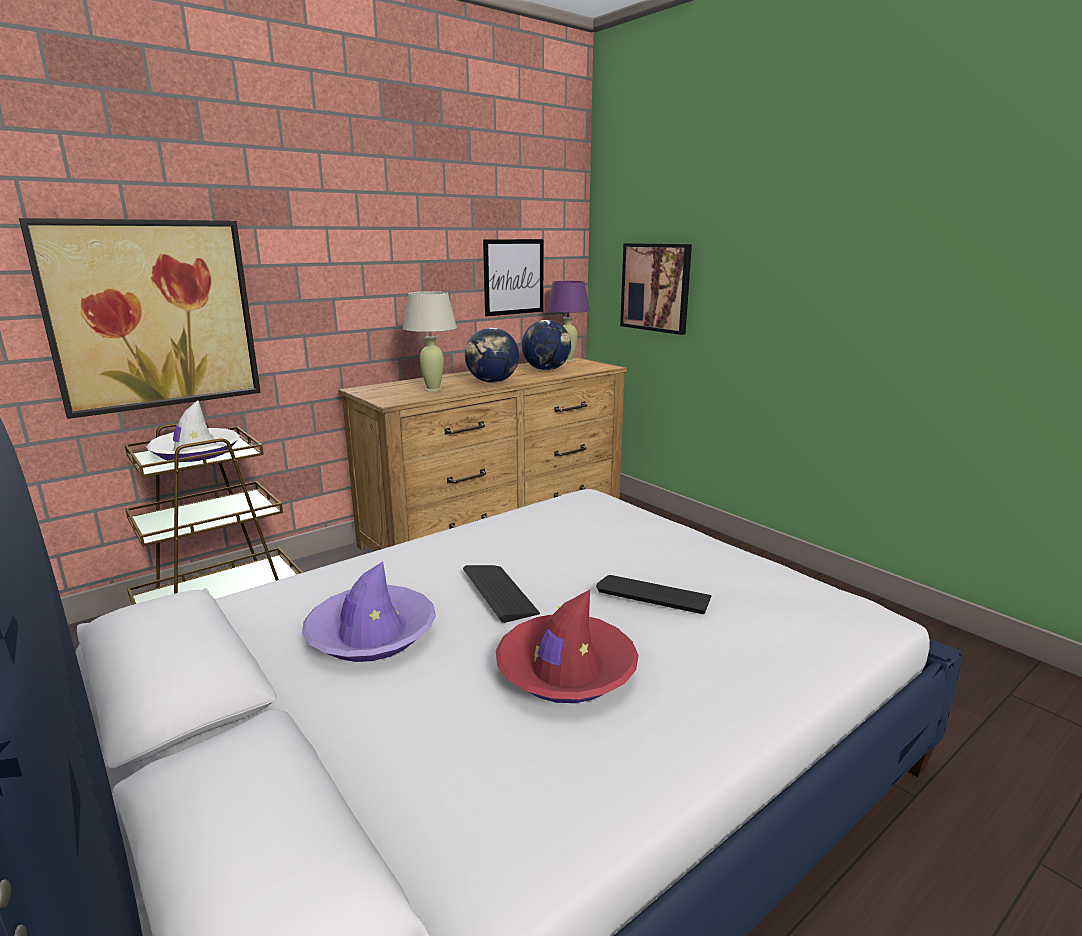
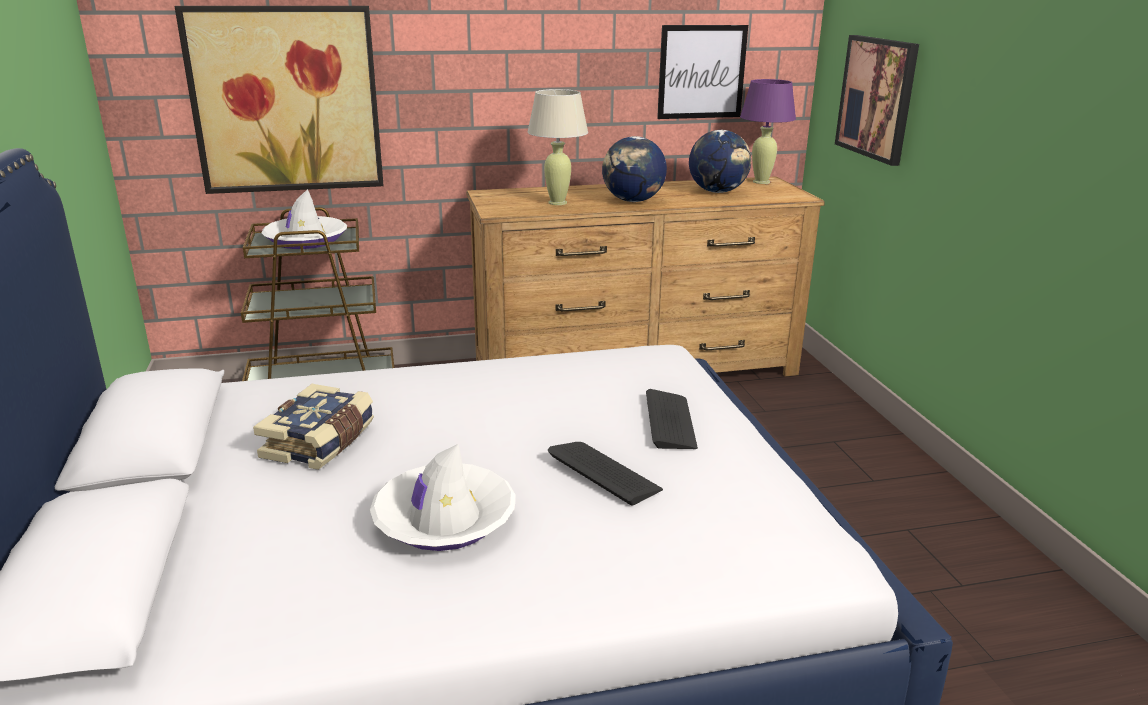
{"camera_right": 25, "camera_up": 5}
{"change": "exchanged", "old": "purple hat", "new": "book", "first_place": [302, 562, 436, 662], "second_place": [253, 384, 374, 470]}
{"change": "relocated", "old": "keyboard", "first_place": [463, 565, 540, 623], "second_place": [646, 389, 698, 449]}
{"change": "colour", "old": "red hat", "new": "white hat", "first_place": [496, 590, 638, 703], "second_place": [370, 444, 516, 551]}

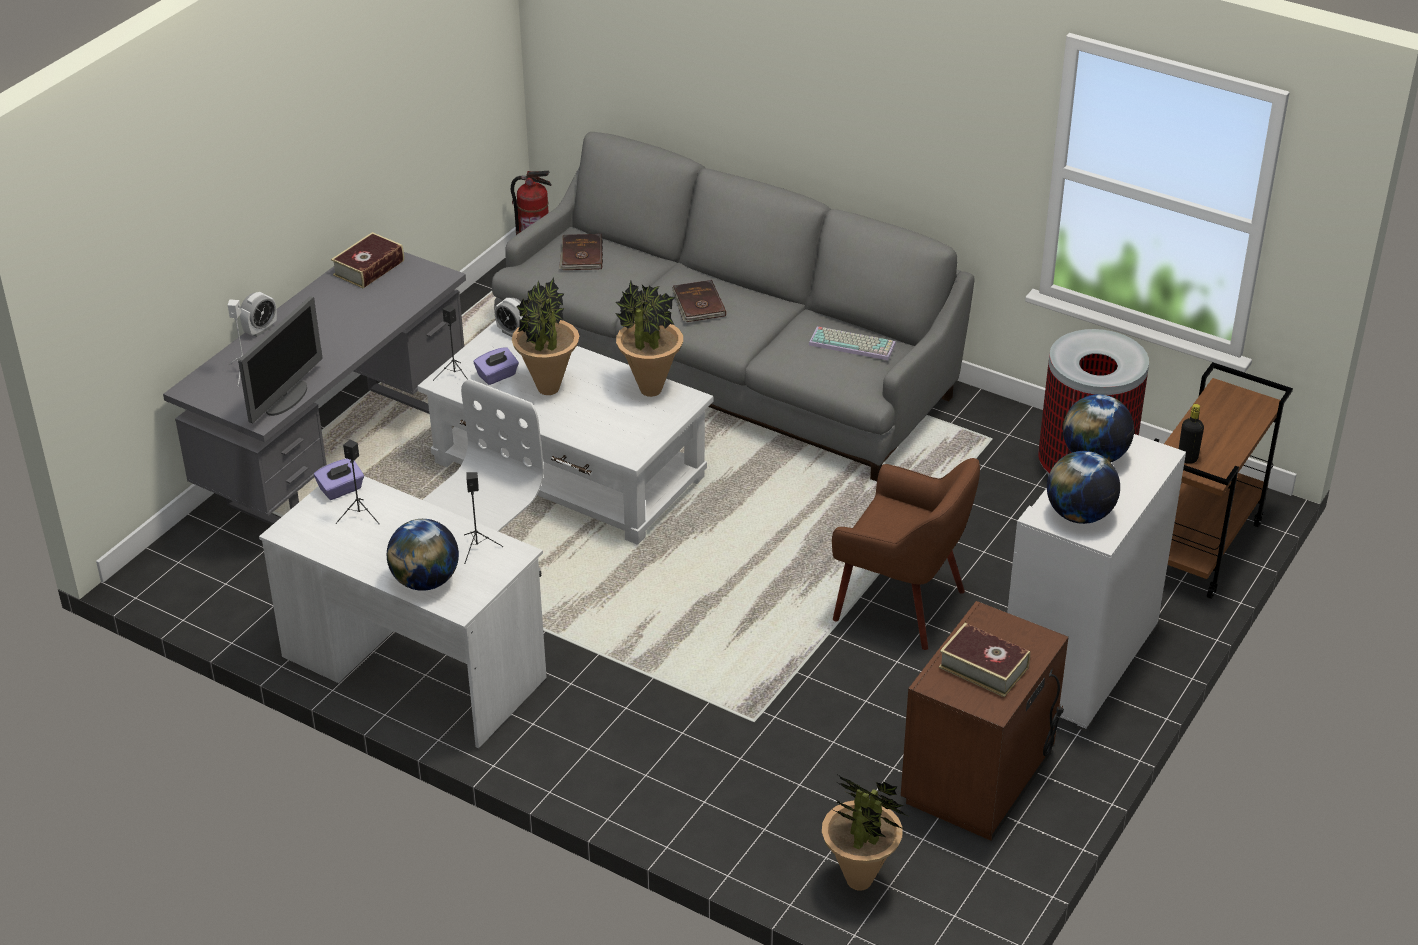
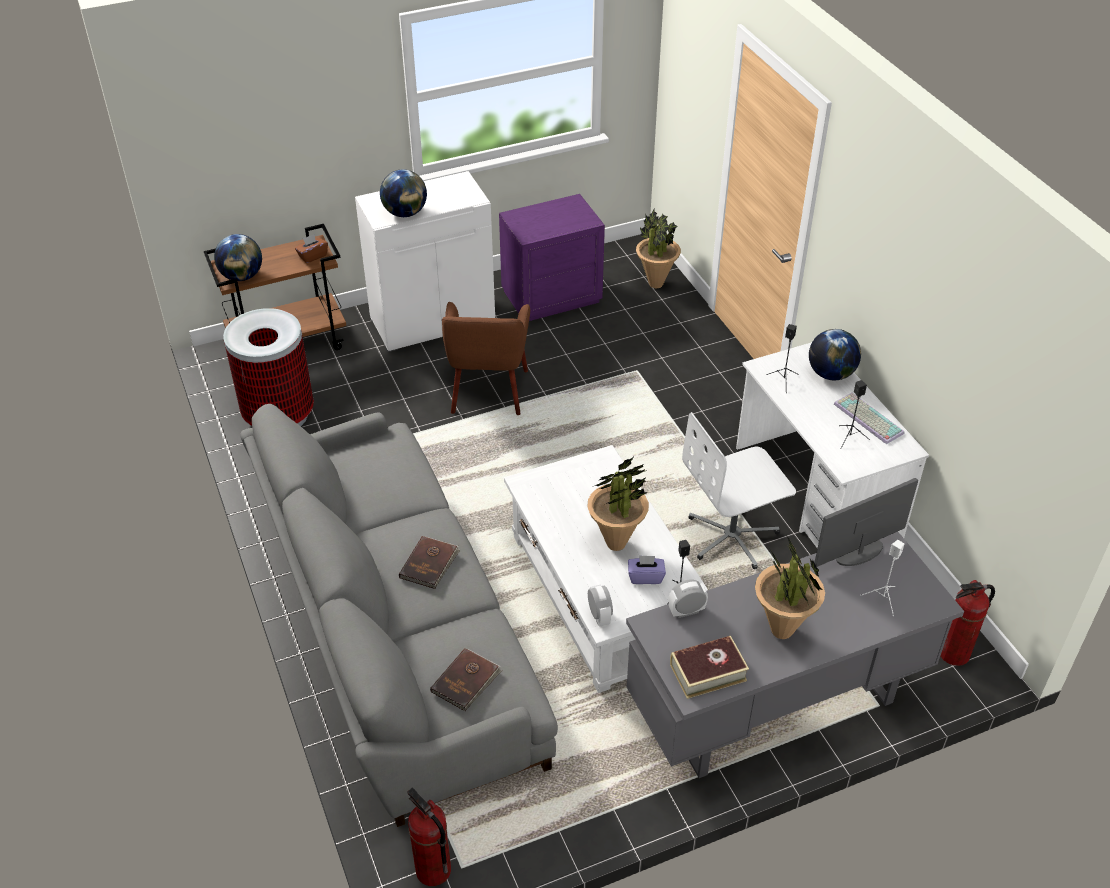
{"camera_right": -145, "camera_up": 5}
{"change": "relocated", "old": "potted plant", "first_place": [615, 281, 683, 397], "second_place": [755, 535, 825, 639]}
{"change": "relocated", "old": "alarm clock", "first_place": [240, 292, 277, 337], "second_place": [668, 579, 708, 618]}
{"change": "relocated", "old": "keyboard", "first_place": [809, 327, 896, 360], "second_place": [834, 393, 904, 444]}
{"change": "exchanged", "old": "black bottle", "new": "brown tissue box", "first_place": [1179, 404, 1204, 464], "second_place": [295, 234, 328, 263]}
{"change": "relocated", "old": "globe", "first_place": [1047, 451, 1120, 524], "second_place": [214, 234, 262, 281]}
{"change": "missing", "old": "purple tissue box", "first_place": [314, 458, 364, 500]}
{"change": "spun", "old": "brown armchair", "first_place": [832, 458, 980, 650], "second_place": [442, 302, 530, 415], "degrees": -150}
{"change": "colour", "old": "brown nightstand", "new": "purple nightstand", "first_place": [901, 601, 1069, 841], "second_place": [499, 194, 605, 321]}
{"change": "missing", "old": "book", "first_place": [939, 623, 1030, 697]}
{"change": "appeared", "new": "fire extinguisher", "second_place": [940, 580, 995, 666]}

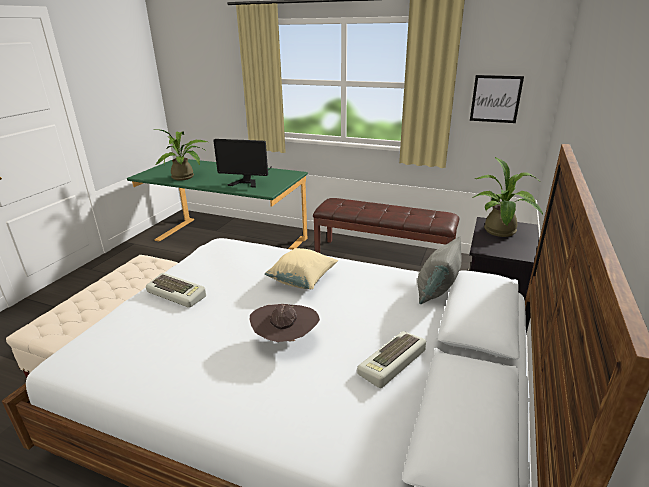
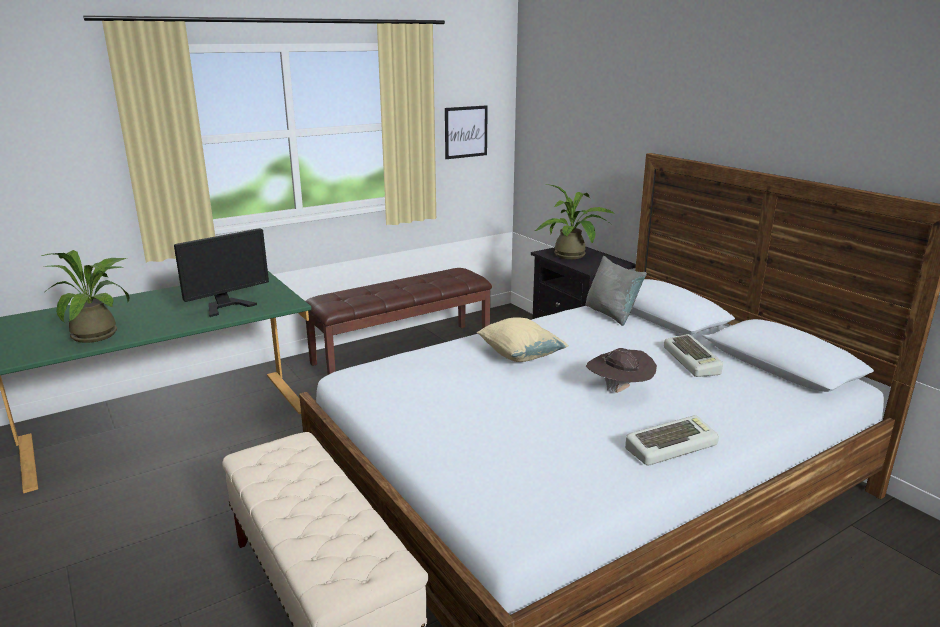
{"camera_right": -55, "camera_up": -5}
{"change": "relocated", "old": "keyboard", "first_place": [146, 273, 206, 308], "second_place": [625, 415, 719, 465]}

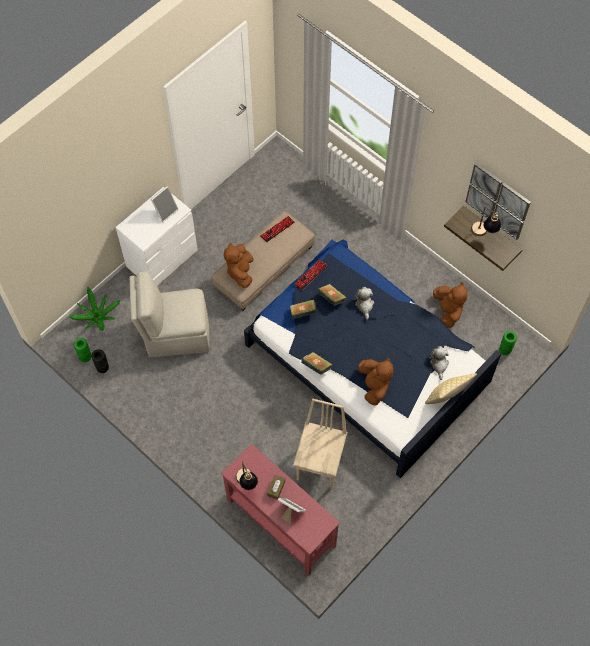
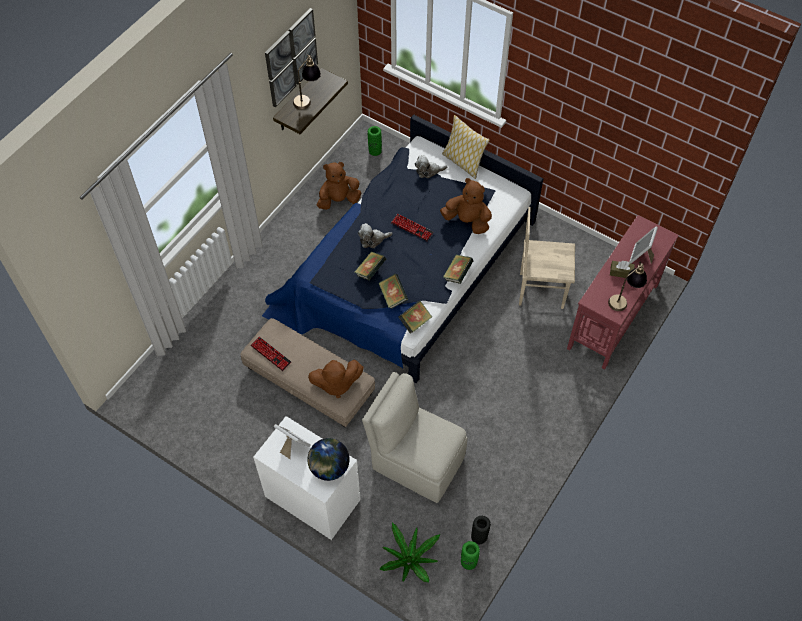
{"camera_right": -100, "camera_up": -5}
{"change": "relocated", "old": "keyboard", "first_place": [294, 260, 328, 290], "second_place": [391, 214, 434, 241]}
{"change": "spun", "old": "beige chair", "first_place": [129, 271, 209, 357], "second_place": [362, 372, 467, 503], "degrees": 135}
{"change": "spun", "old": "brown plush toy", "first_place": [358, 357, 393, 406], "second_place": [440, 178, 492, 234], "degrees": 45}
{"change": "appeared", "new": "book", "second_place": [398, 301, 432, 334]}
{"change": "appeared", "new": "globe", "second_place": [307, 438, 350, 481]}

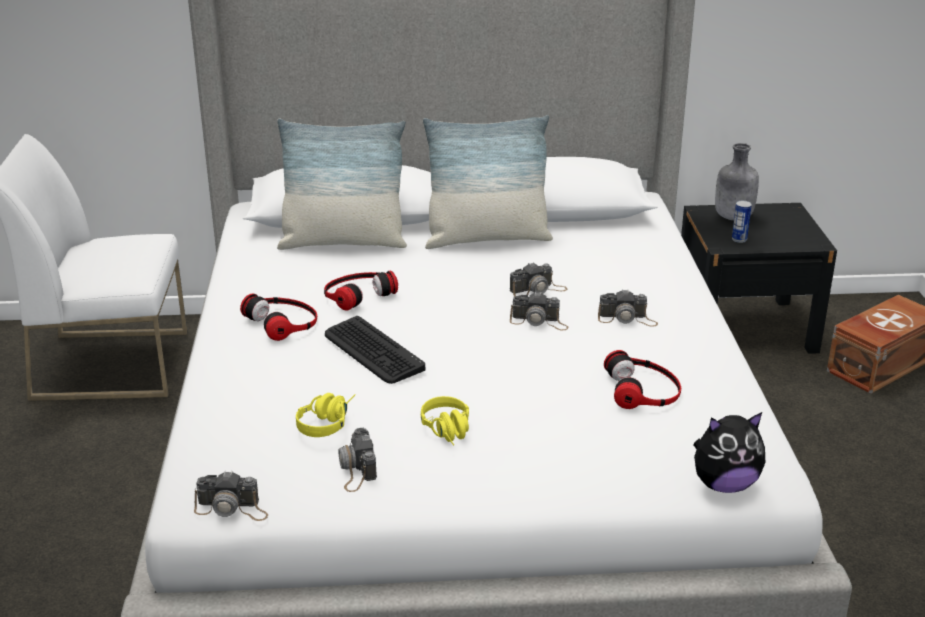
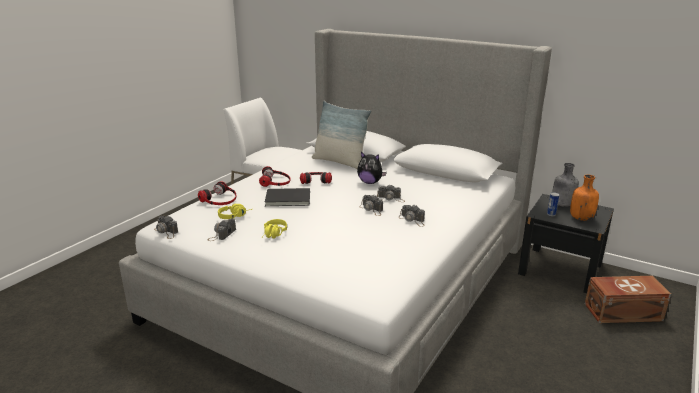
{"camera_right": 35, "camera_up": -5}
{"change": "missing", "old": "pillow", "first_place": [423, 115, 553, 249]}
{"change": "exchanged", "old": "keyboard", "new": "black book", "first_place": [325, 316, 425, 384], "second_place": [265, 188, 310, 206]}
{"change": "relocated", "old": "headphones", "first_place": [604, 350, 681, 409], "second_place": [198, 181, 236, 205]}
{"change": "relocated", "old": "plush toy", "first_place": [694, 412, 765, 493], "second_place": [357, 152, 387, 184]}
{"change": "appeared", "new": "orange bottle", "second_place": [570, 175, 599, 221]}

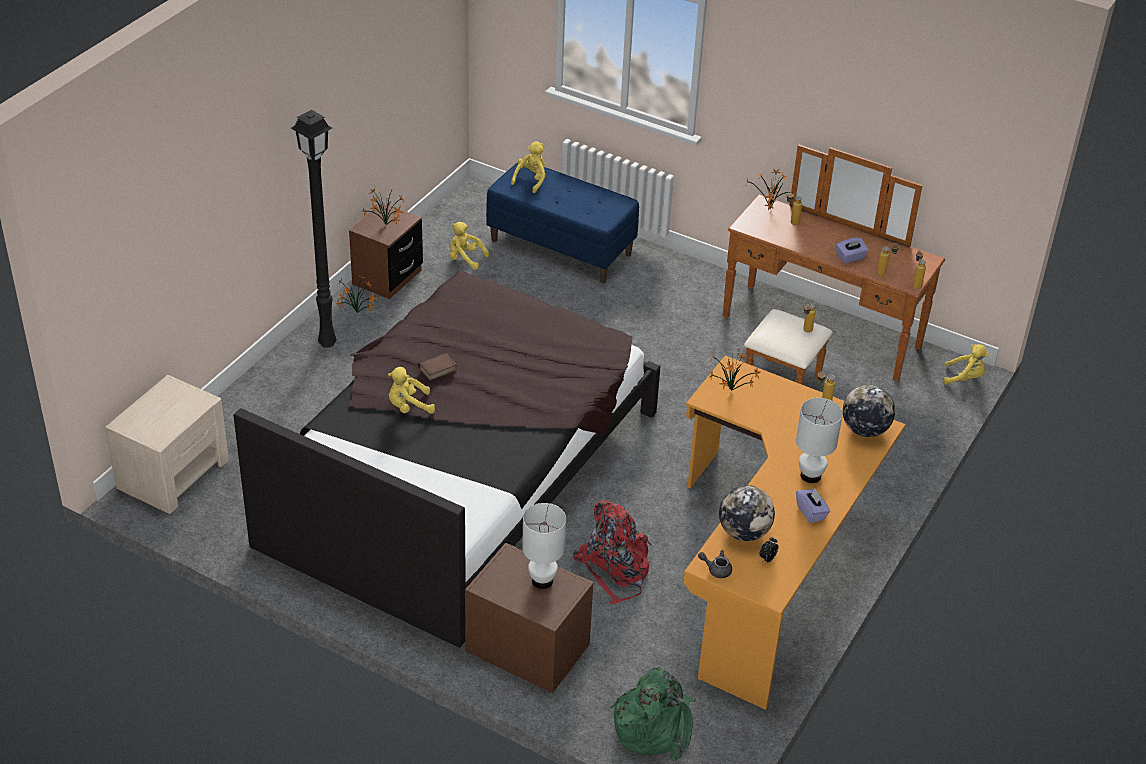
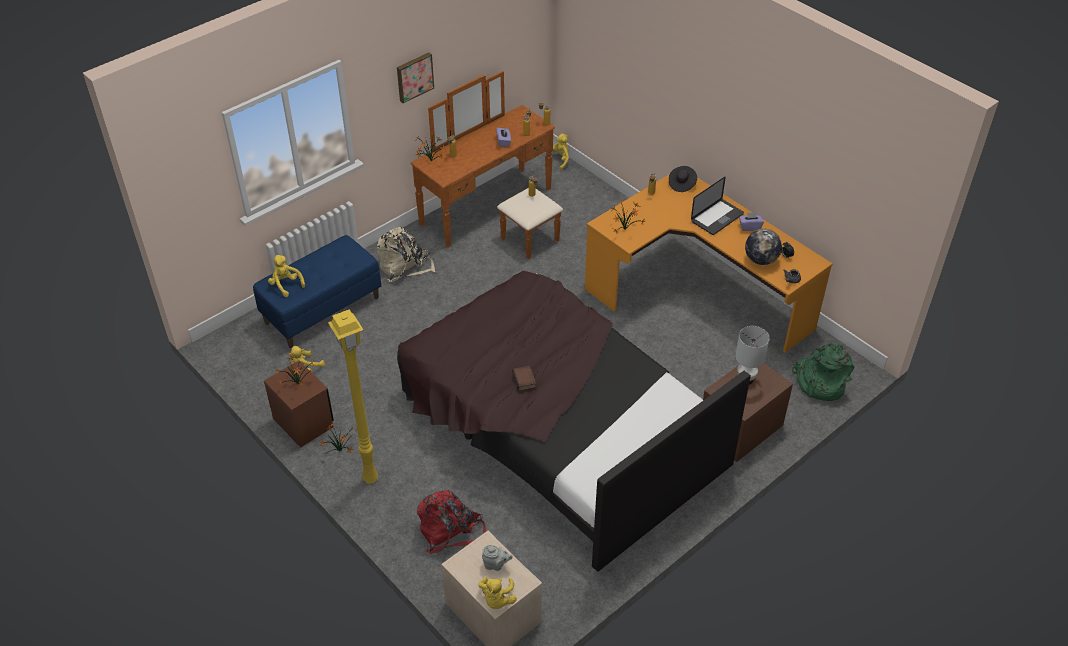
{"camera_right": -70, "camera_up": 5}
{"change": "colour", "old": "black floor lamp", "new": "yellow floor lamp", "first_place": [291, 110, 336, 348], "second_place": [328, 310, 378, 483]}
{"change": "relocated", "old": "yellow plush toy", "first_place": [388, 367, 435, 413], "second_place": [478, 576, 517, 609]}
{"change": "exchanged", "old": "globe", "new": "black hat", "first_place": [843, 385, 895, 437], "second_place": [669, 166, 697, 192]}
{"change": "exchanged", "old": "white table lamp", "new": "laptop", "first_place": [796, 398, 843, 483], "second_place": [691, 177, 744, 235]}
{"change": "relocated", "old": "red backpack", "first_place": [573, 500, 652, 605], "second_place": [417, 490, 486, 554]}
{"change": "appeared", "new": "picture", "second_place": [397, 53, 434, 103]}
{"change": "appeared", "new": "beige backpack", "second_place": [377, 227, 435, 282]}
{"change": "appeared", "new": "grey teapot", "second_place": [482, 545, 513, 571]}

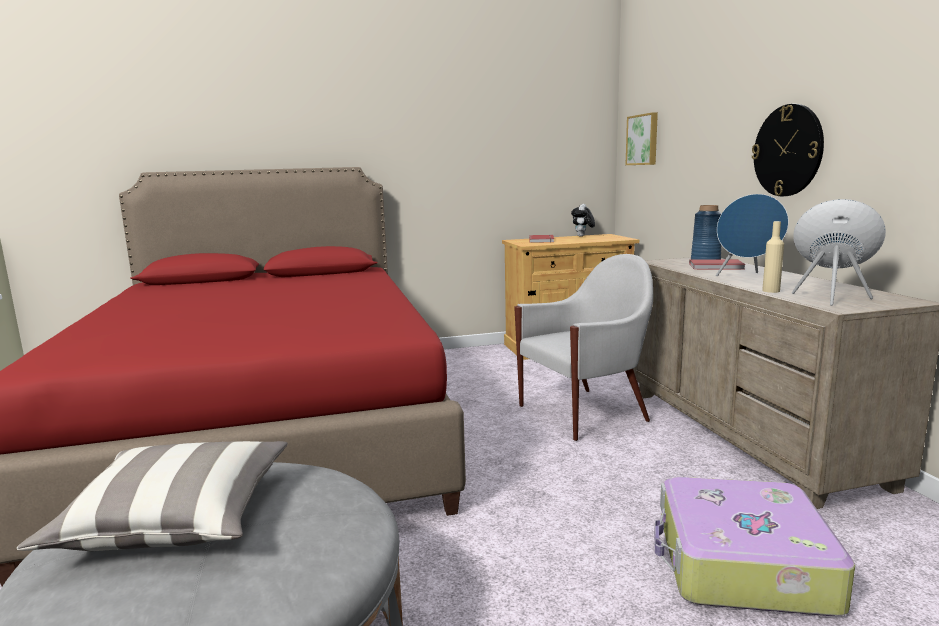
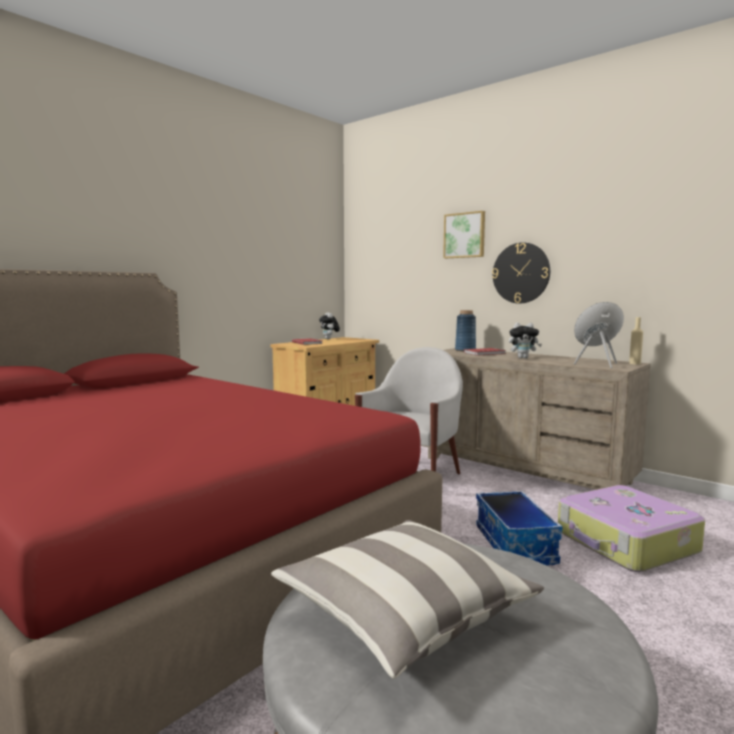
{"camera_right": -35, "camera_up": -5}
{"change": "relocated", "old": "picture", "first_place": [626, 112, 658, 165], "second_place": [443, 211, 485, 258]}
{"change": "exchanged", "old": "blue speaker", "new": "plush toy", "first_place": [716, 194, 789, 276], "second_place": [509, 322, 542, 358]}
{"change": "relocated", "old": "beige bottle", "first_place": [762, 221, 784, 293], "second_place": [629, 317, 643, 364]}
{"change": "appeared", "new": "storage box", "second_place": [476, 491, 562, 566]}

